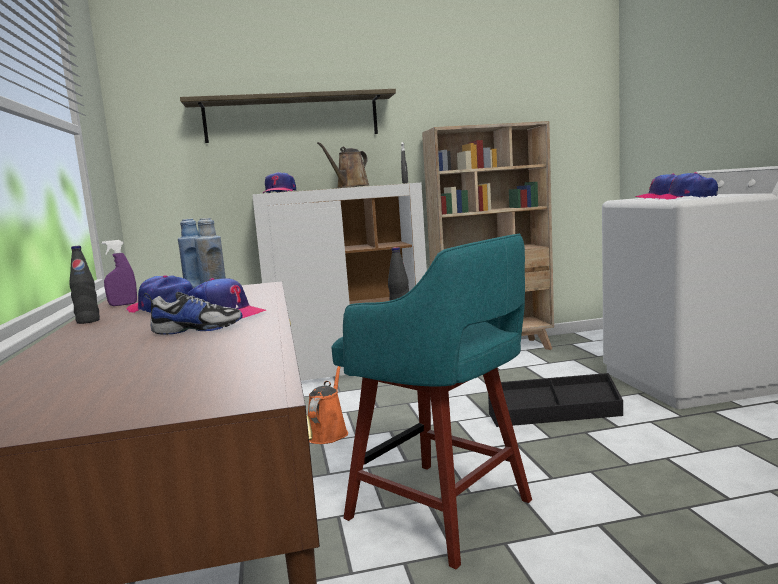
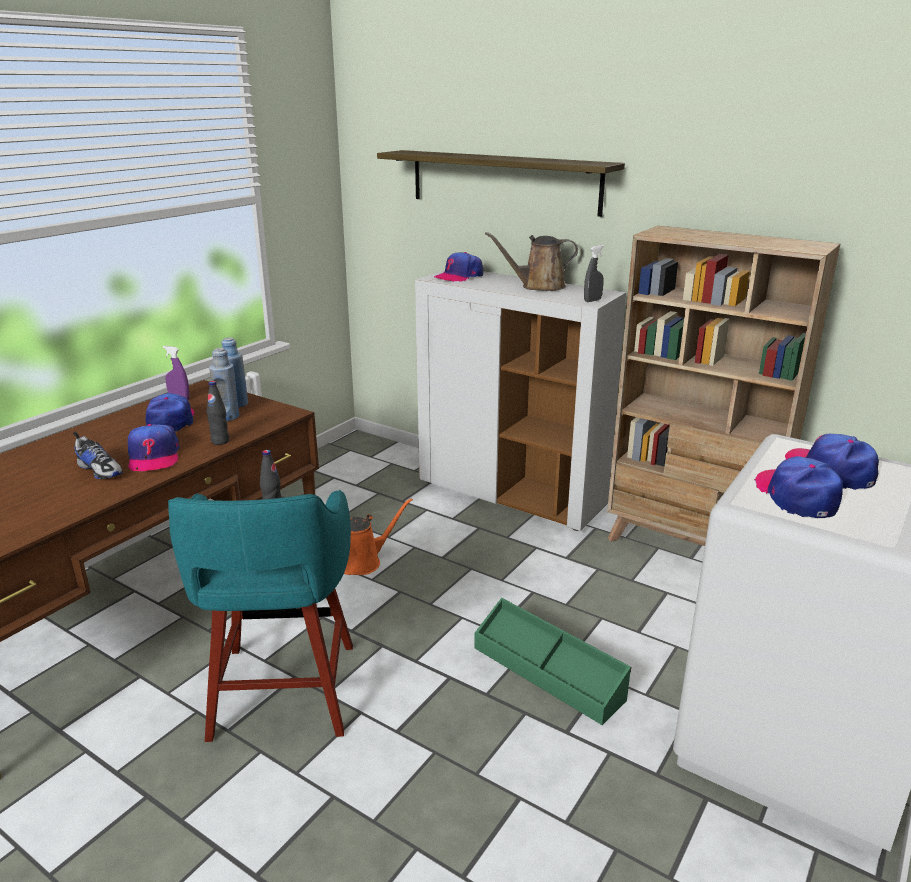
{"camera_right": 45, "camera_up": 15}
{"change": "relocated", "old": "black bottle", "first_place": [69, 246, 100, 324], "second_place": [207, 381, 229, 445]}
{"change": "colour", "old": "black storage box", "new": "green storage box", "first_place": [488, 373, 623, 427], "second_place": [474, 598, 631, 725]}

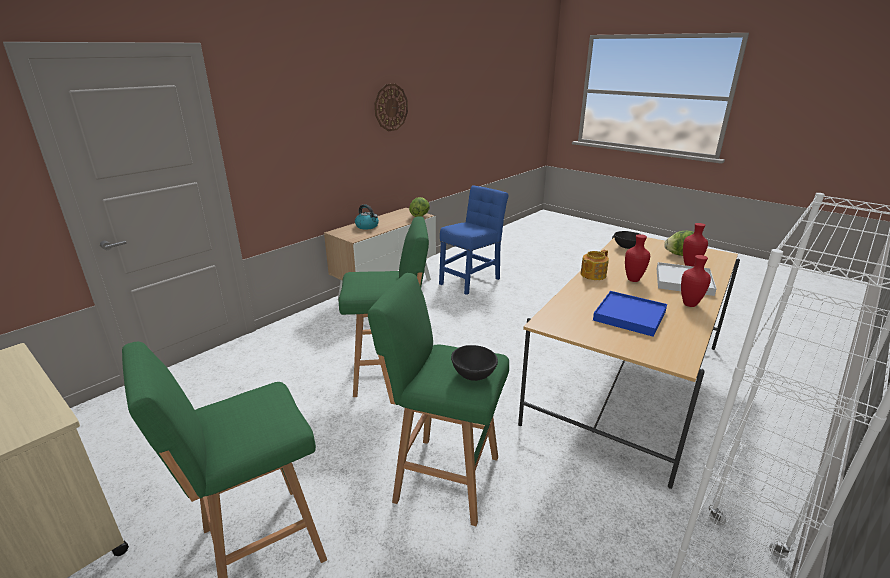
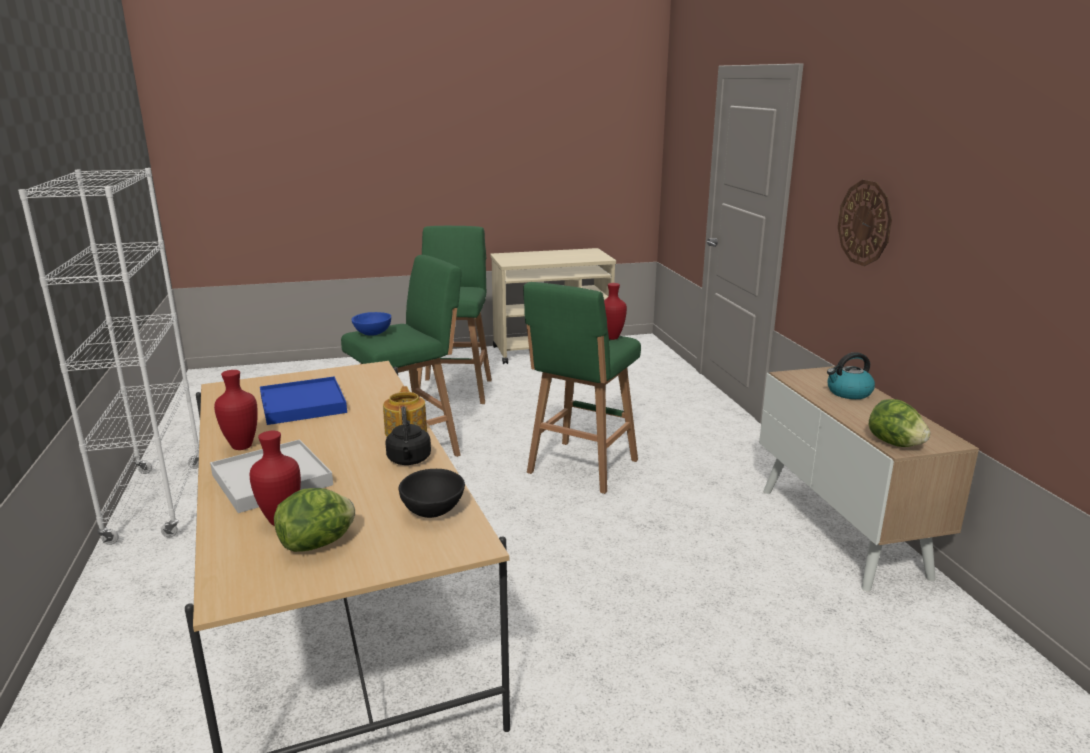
{"camera_right": 125, "camera_up": -5}
{"change": "relocated", "old": "wall clock", "first_place": [375, 84, 408, 131], "second_place": [838, 180, 892, 266]}
{"change": "missing", "old": "blue chair", "first_place": [439, 185, 508, 295]}
{"change": "relocated", "old": "red vase", "first_place": [625, 234, 650, 282], "second_place": [604, 283, 627, 340]}
{"change": "colour", "old": "black bowl", "new": "blue bowl", "first_place": [451, 345, 498, 381], "second_place": [351, 312, 391, 336]}
{"change": "appeared", "new": "black kettle", "second_place": [385, 406, 431, 465]}

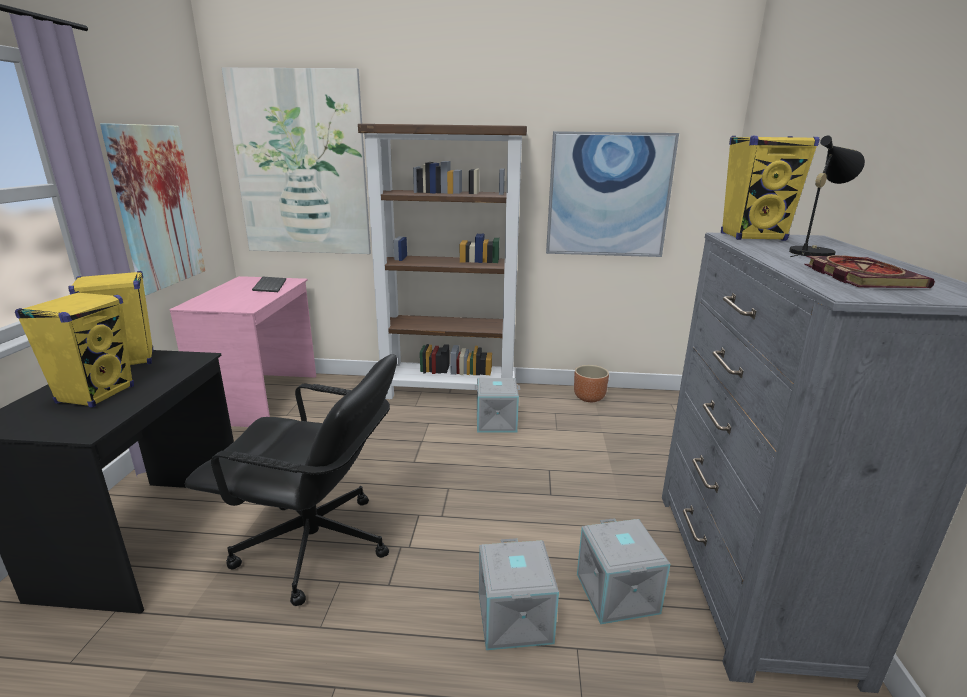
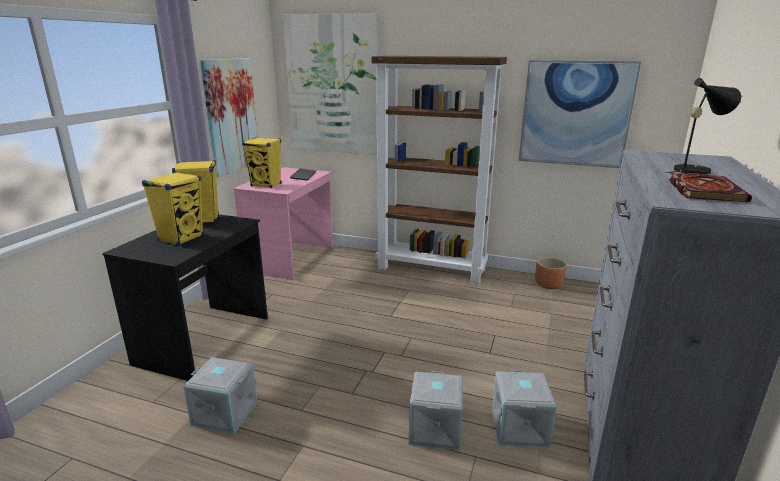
{"camera_right": 15, "camera_up": 0}
{"change": "relocated", "old": "yellow speaker", "first_place": [721, 136, 820, 241], "second_place": [242, 137, 282, 188]}
{"change": "missing", "old": "black office chair", "first_place": [185, 354, 397, 606]}
{"change": "relocated", "old": "grey storage box", "first_place": [475, 378, 520, 432], "second_place": [183, 357, 258, 434]}

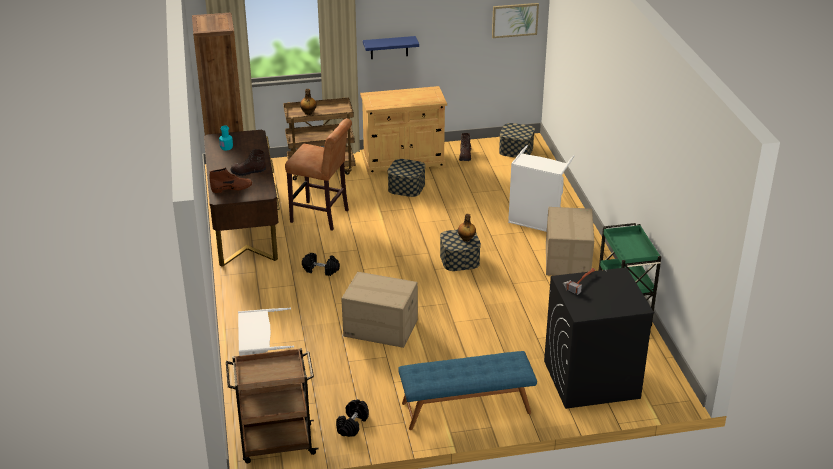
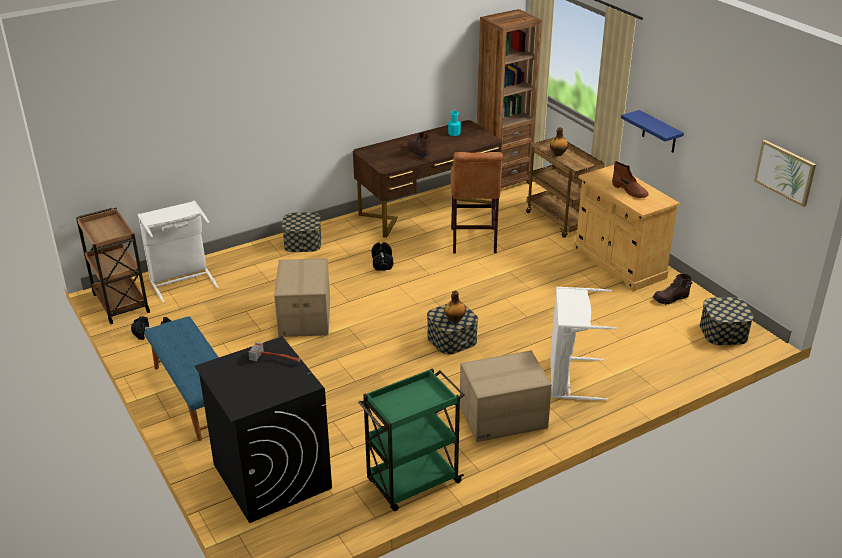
{"camera_right": 70, "camera_up": 0}
{"change": "relocated", "old": "storage box", "first_place": [388, 159, 425, 197], "second_place": [282, 212, 321, 252]}
{"change": "relocated", "old": "brown boot", "first_place": [209, 167, 252, 193], "second_place": [612, 161, 649, 198]}

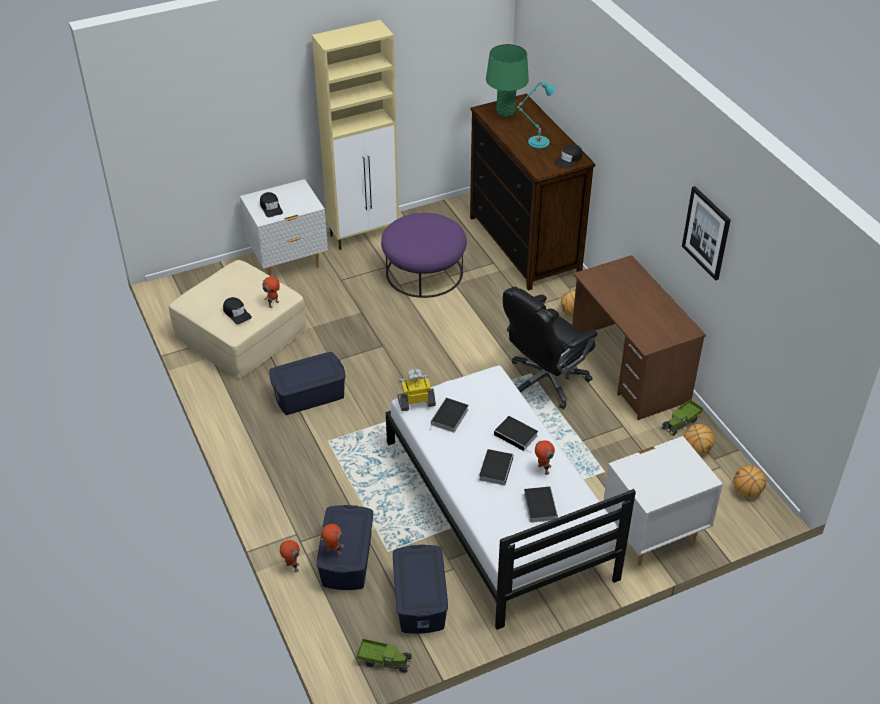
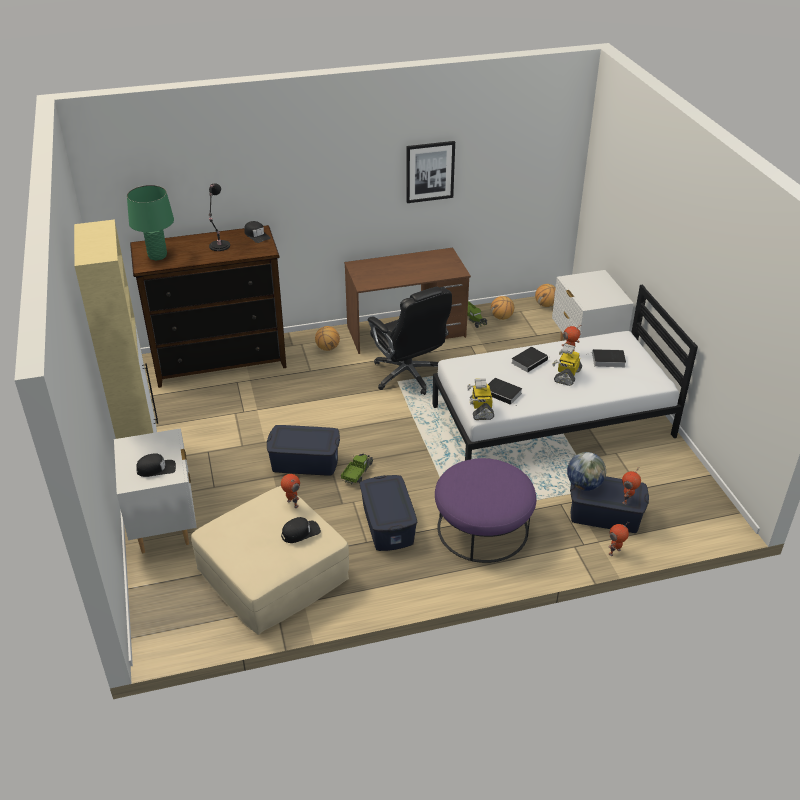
{"camera_right": -80, "camera_up": -5}
{"change": "colour", "old": "turquoise table lamp", "new": "black table lamp", "first_place": [517, 82, 556, 148], "second_place": [209, 183, 230, 251]}
{"change": "relocated", "old": "purple ottoman", "first_place": [381, 213, 467, 298], "second_place": [435, 458, 536, 563]}
{"change": "exchanged", "old": "book", "new": "toy robot", "first_place": [479, 449, 513, 486], "second_place": [553, 344, 582, 386]}
{"change": "relocated", "old": "blue storage box", "first_place": [393, 544, 448, 634], "second_place": [267, 425, 340, 476]}
{"change": "relocated", "old": "toy truck", "first_place": [357, 639, 412, 673], "second_place": [341, 454, 373, 484]}
{"change": "appeared", "new": "globe", "second_place": [567, 452, 606, 491]}

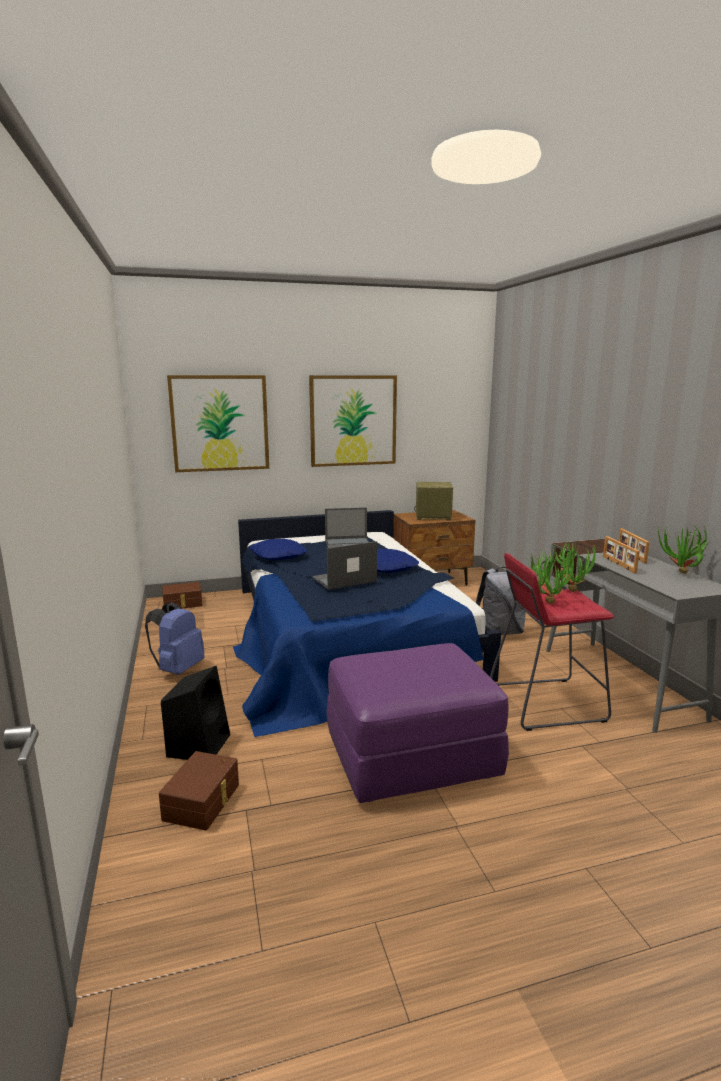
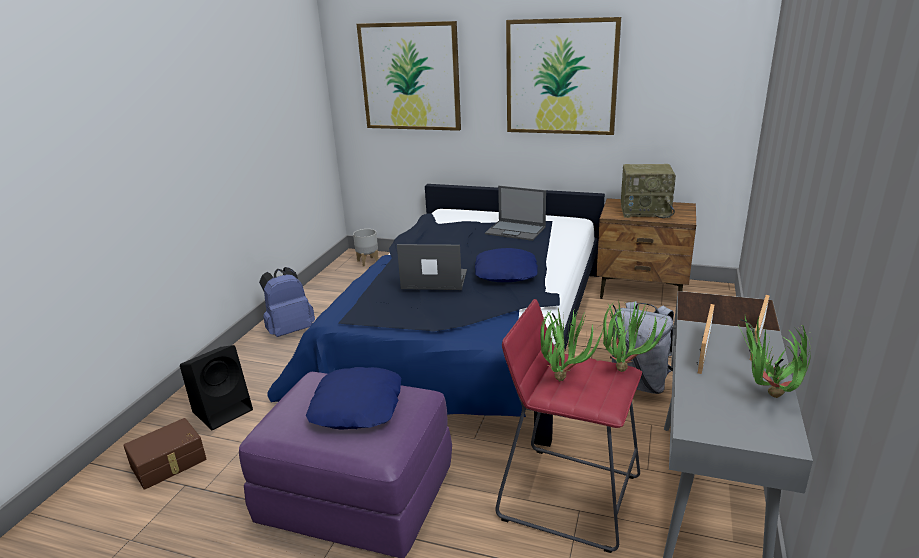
{"camera_right": 35, "camera_up": 10}
{"change": "spun", "old": "radio", "first_place": [414, 482, 453, 521], "second_place": [621, 164, 676, 218], "degrees": 150}
{"change": "relocated", "old": "blue pillow", "first_place": [250, 539, 307, 560], "second_place": [306, 367, 401, 430]}
{"change": "exchanged", "old": "brown storage box", "new": "grey planter", "first_place": [162, 582, 202, 609], "second_place": [353, 229, 379, 267]}

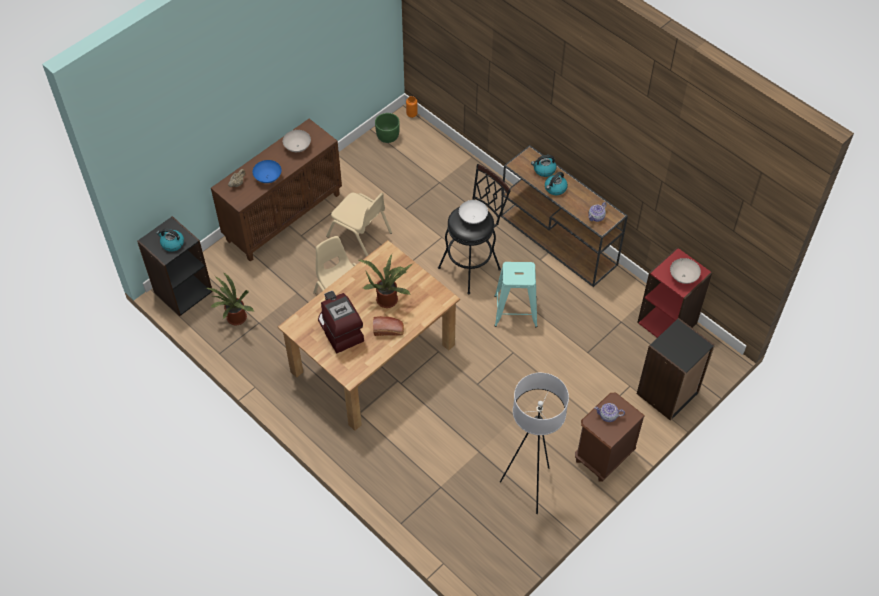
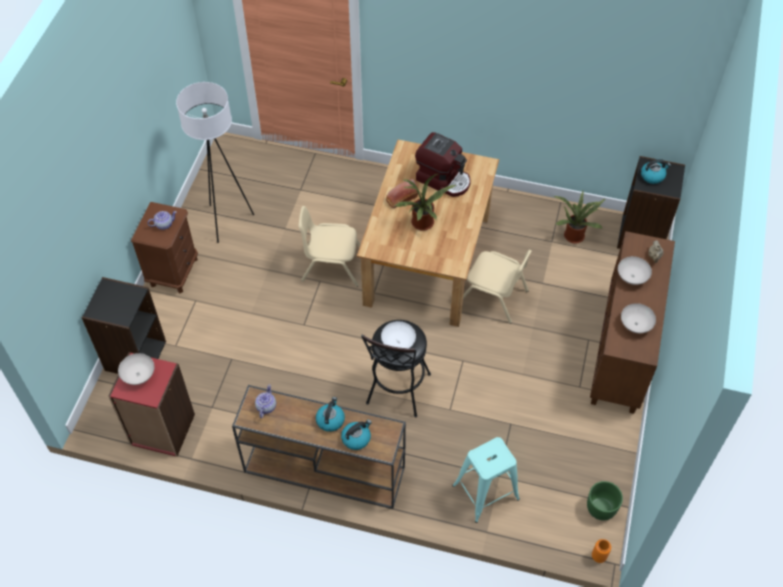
{"camera_right": 150, "camera_up": 0}
{"change": "colour", "old": "blue bowl", "new": "white bowl", "first_place": [253, 160, 281, 183], "second_place": [618, 256, 652, 285]}
{"change": "relocated", "old": "beige chair", "first_place": [326, 193, 392, 257], "second_place": [299, 206, 361, 287]}
{"change": "relocated", "old": "turquoise stool", "first_place": [494, 262, 538, 327], "second_place": [452, 437, 520, 523]}

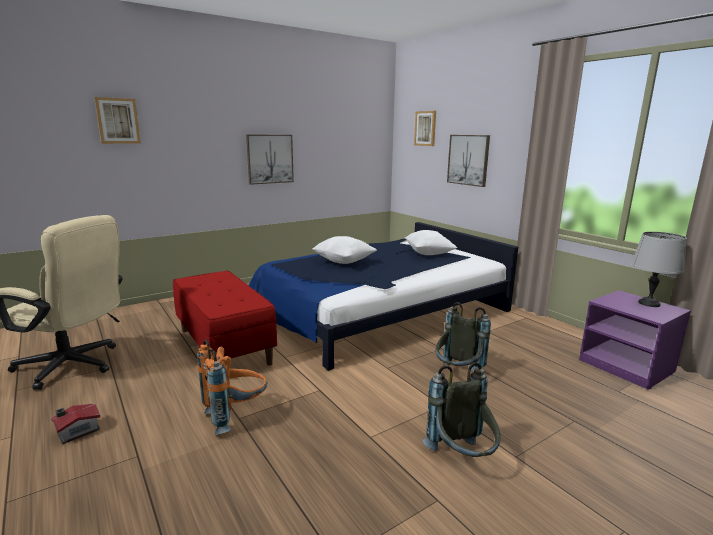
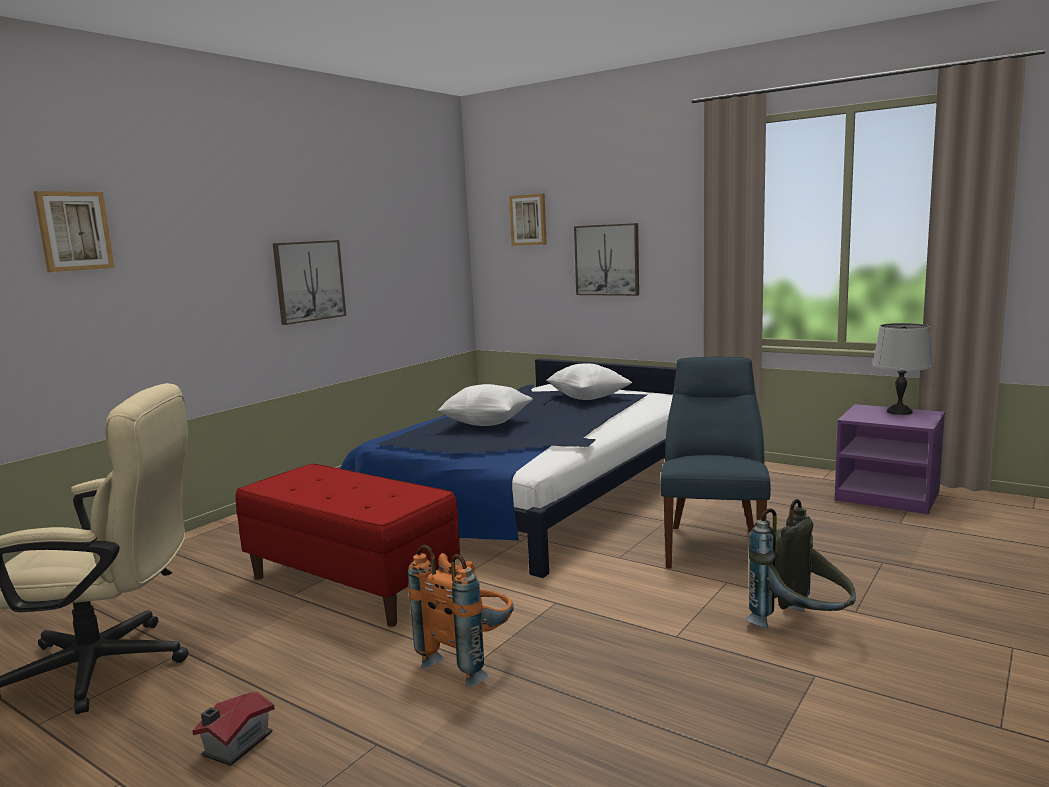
{"camera_right": -20, "camera_up": -5}
{"change": "exchanged", "old": "grey backpack", "new": "blue chair", "first_place": [435, 302, 491, 372], "second_place": [660, 357, 771, 568]}

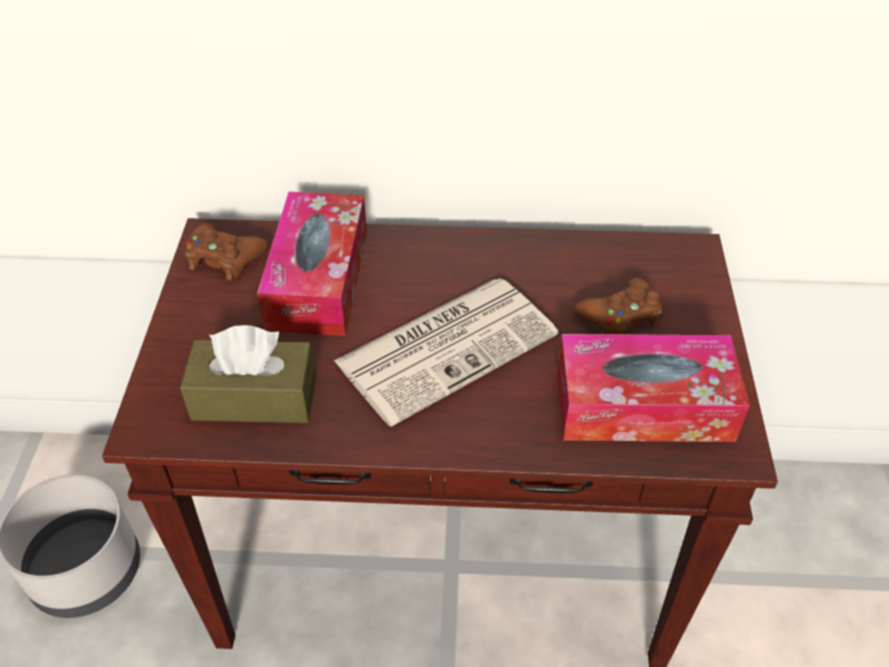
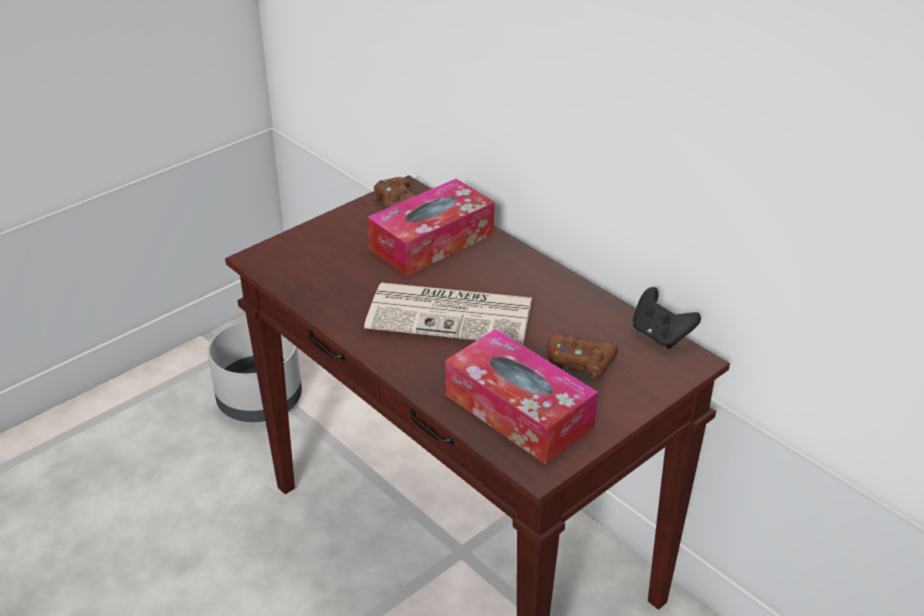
{"camera_right": 45, "camera_up": -10}
{"change": "missing", "old": "brown tissue box", "first_place": [180, 325, 316, 423]}
{"change": "appeared", "new": "black game controller", "second_place": [633, 287, 701, 349]}

